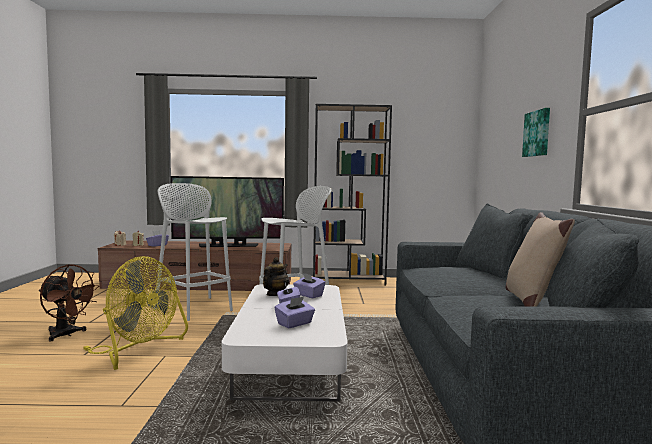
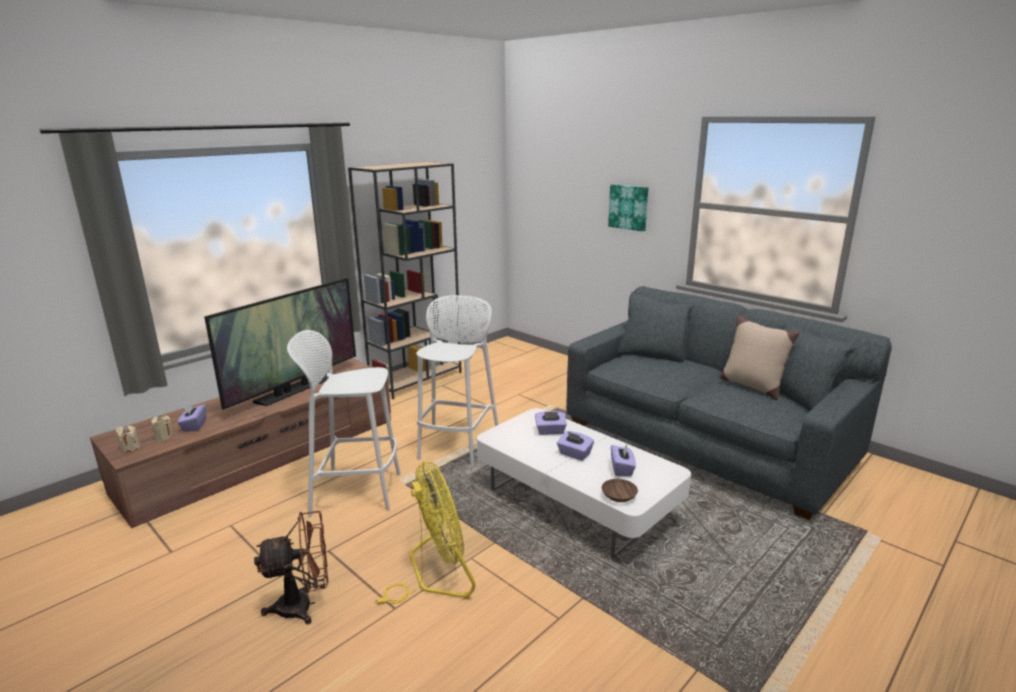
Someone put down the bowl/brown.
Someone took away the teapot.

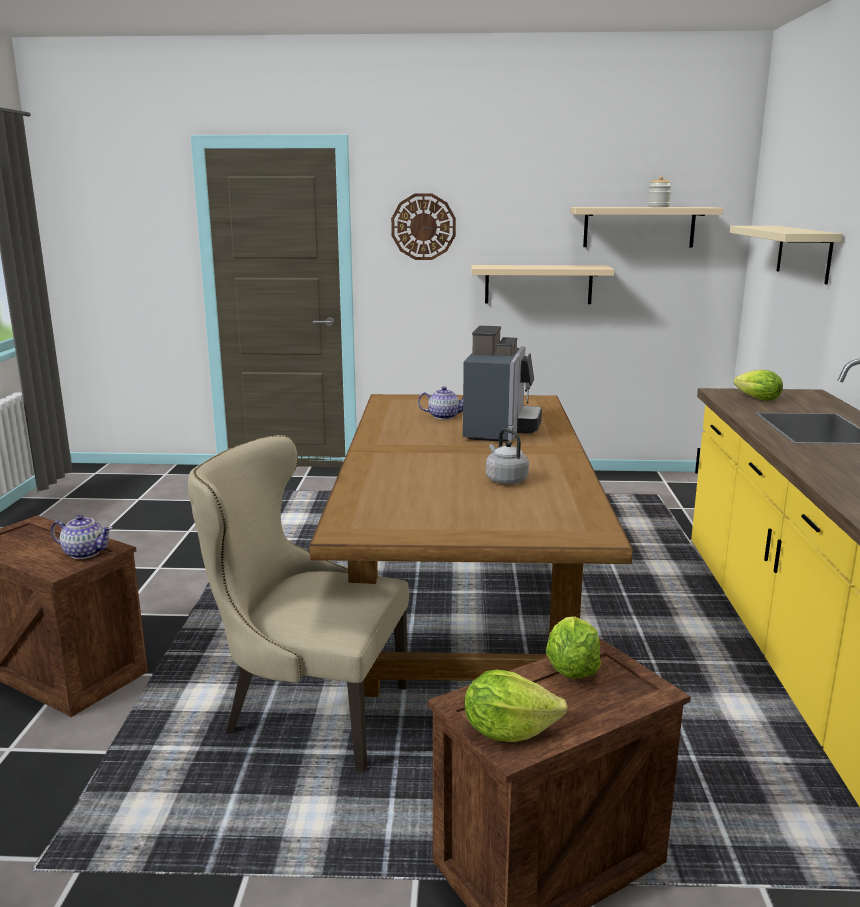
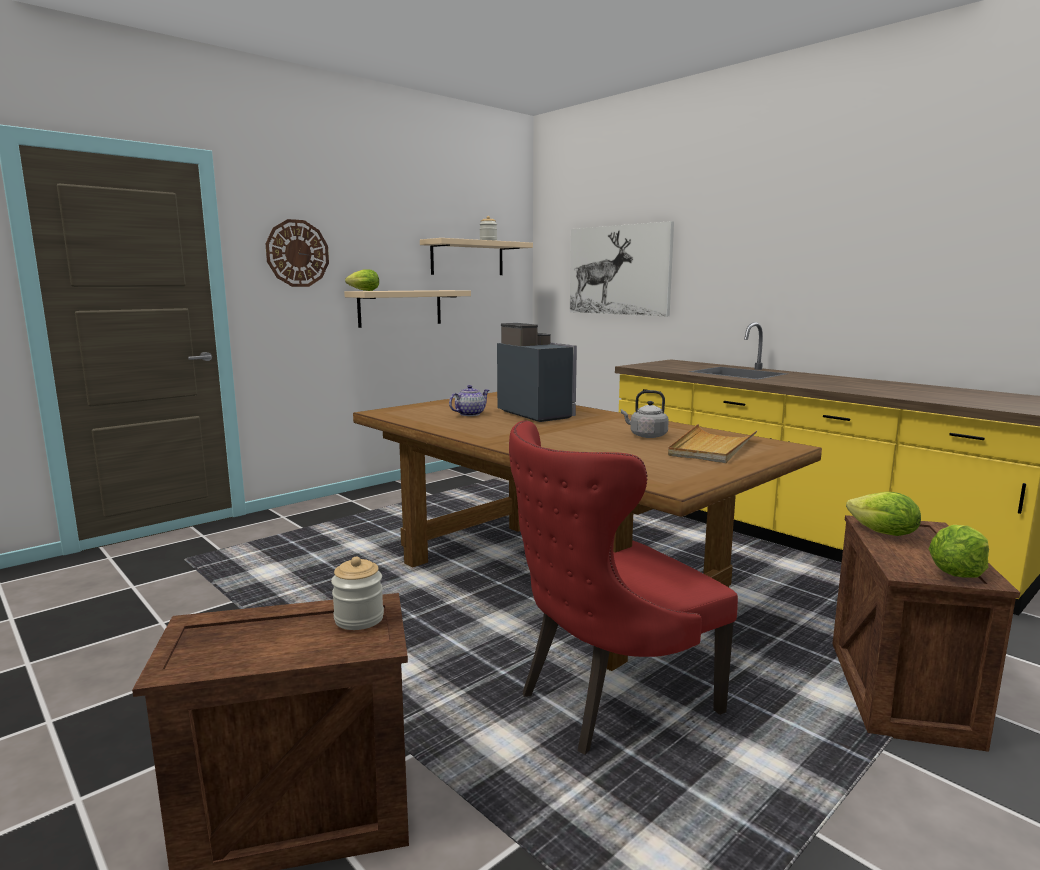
Someone swapped the teapot (no. 1 from left) for the jar (no. 1 from left).
Someone carried the lettuce (no. 3 from left in the first image).
Someone repainted the chair/beige, which became the chair/red.
Someone swapped the shelf/beige (no. 3 from left) for the picture.
Someone put down the tray/beige.

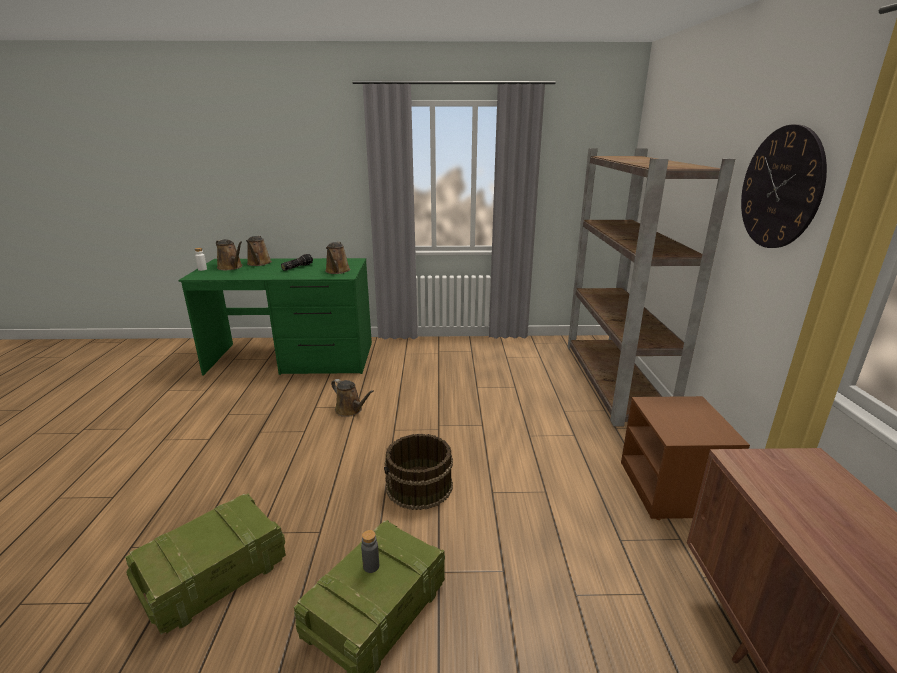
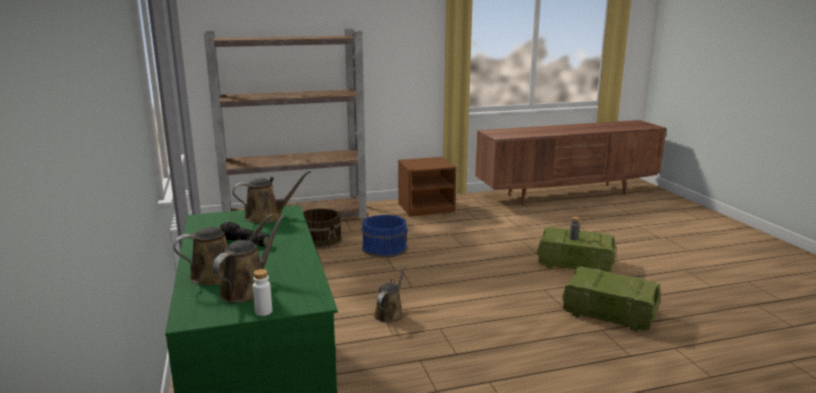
Someone carried the bucket/brown.
Someone put down the bucket/blue.
Someone took away the wall clock.

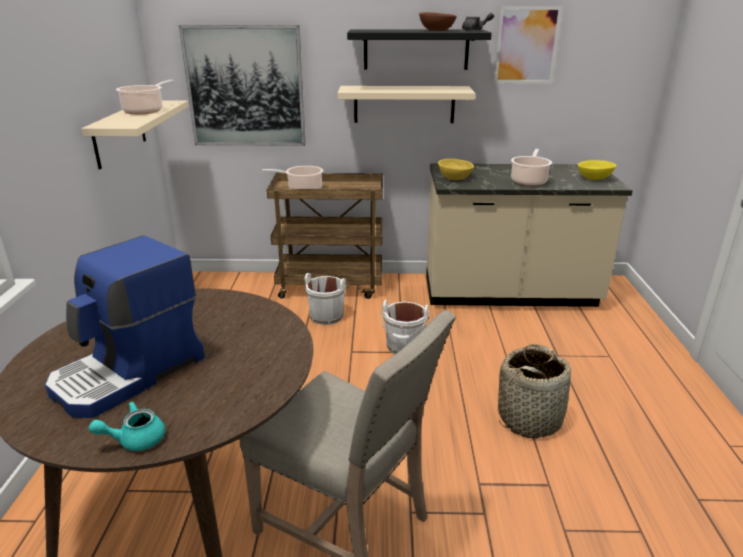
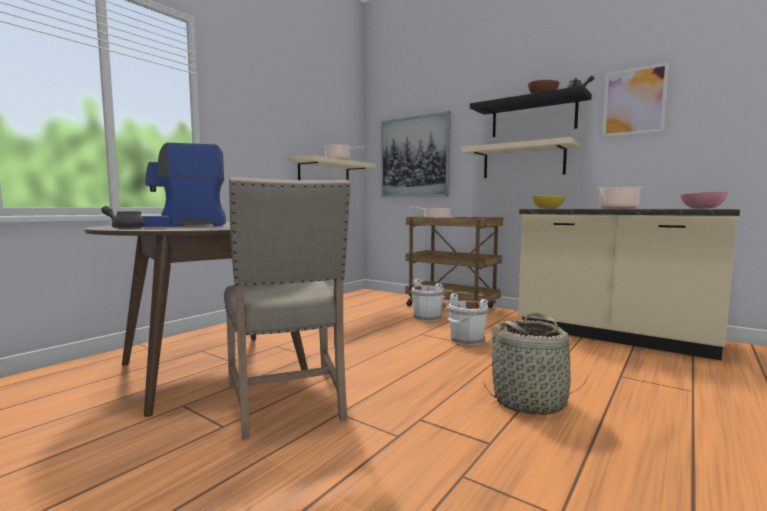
Someone repainted the teapot/turquoise, which became the teapot/grey (no. 1 from left).
Someone repainted the bowl/yellow (no. 2 from left), which became the bowl/pink.

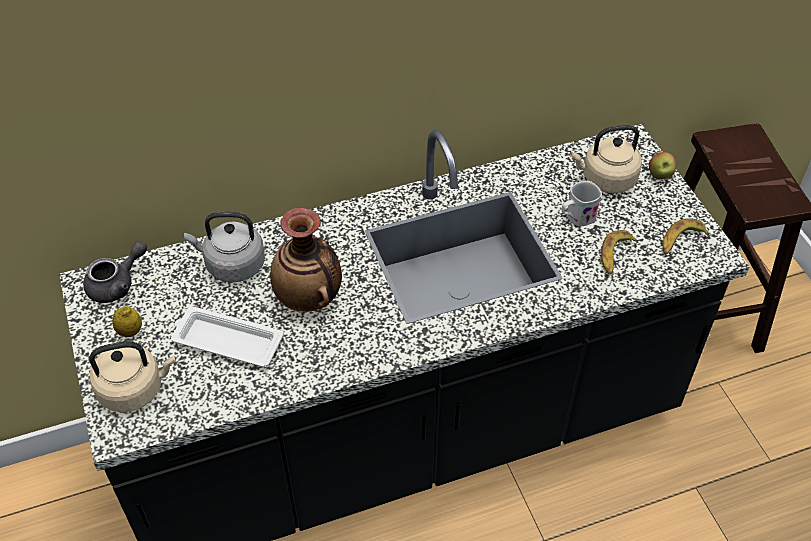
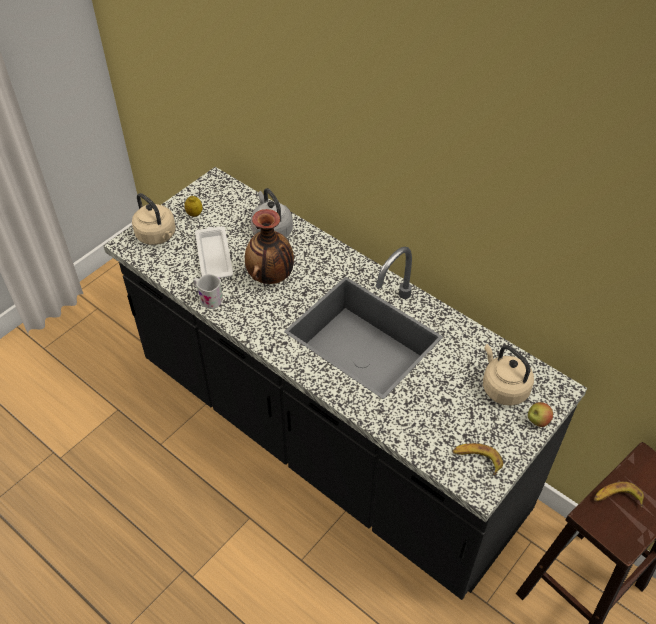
Someone carried the mug/white.
Someone carried the banana (no. 1 from left in the first image).
Someone took away the teapot/grey.

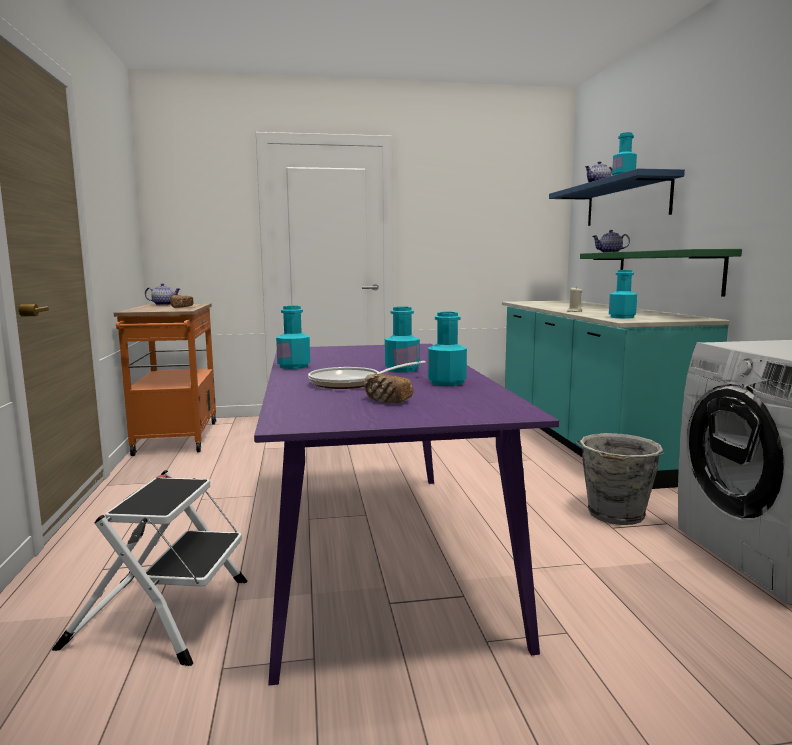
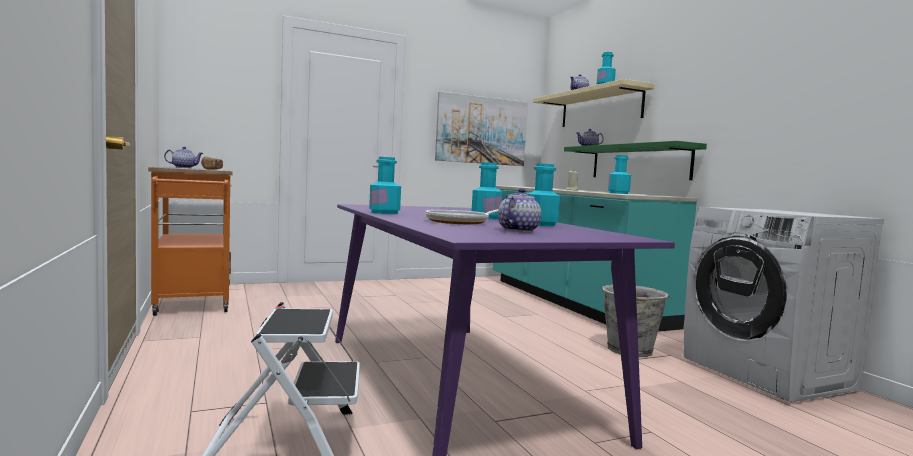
Someone put up the picture.
Someone swapped the bread (no. 2 from left) for the teapot (no. 2 from left).
Someone repainted the shelf/blue, which became the shelf/beige.

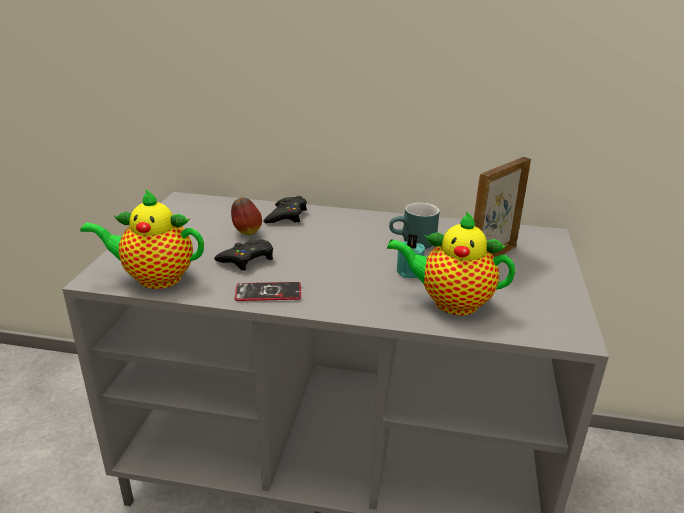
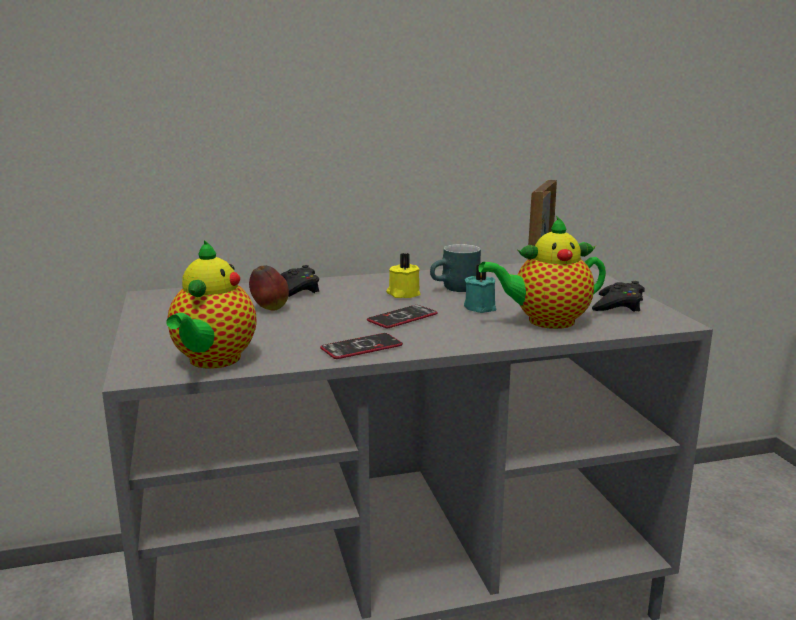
Someone rotated the teapot (no. 1 from left) by 60 degrees counterclockwise.
Someone put down the phone (no. 2 from left).
Someone put down the candle/yellow.
Someone carried the game controller/black (no. 1 from left in the first image).

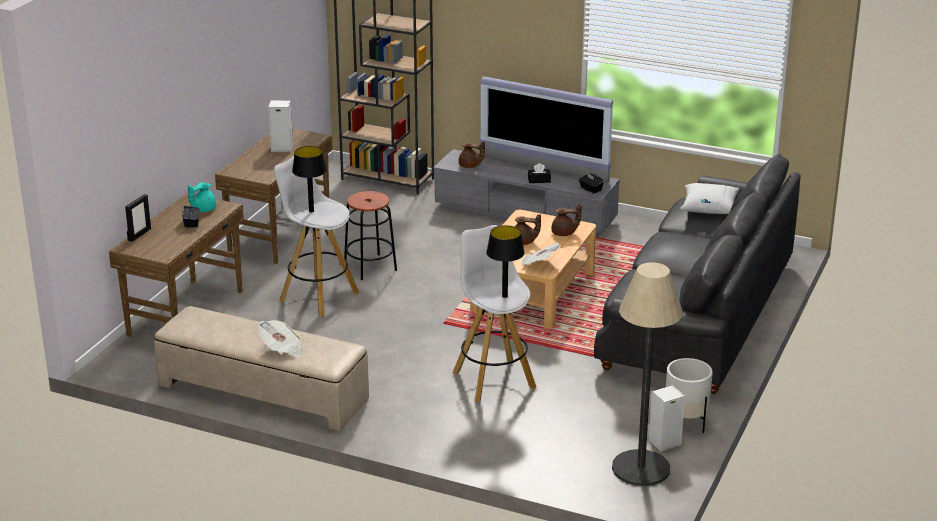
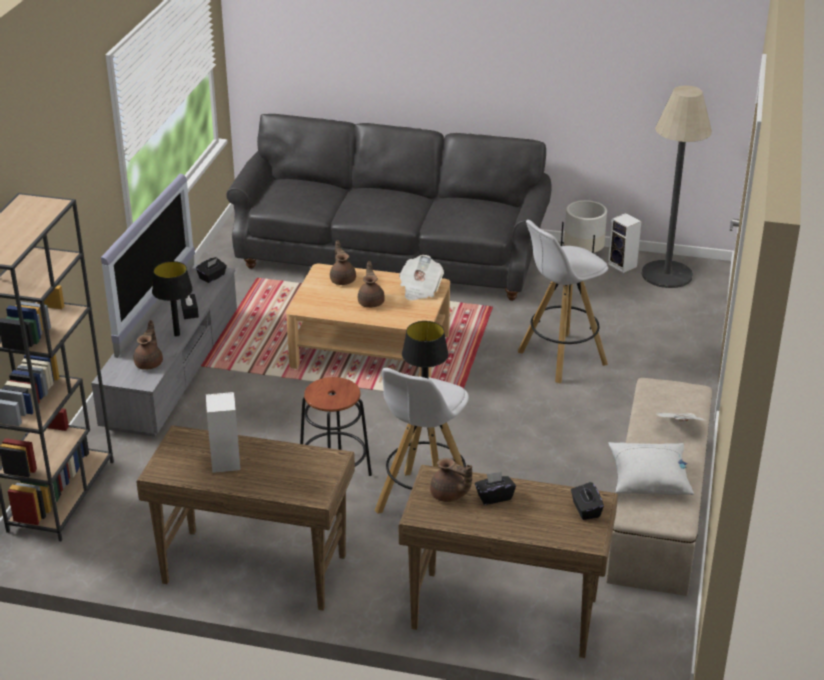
Someone carried the table lamp/black (no. 2 from left in the first image).
Someone repainted the teapot/turquoise, which became the teapot/brown (no. 4 from left).
Someone put down the tissue box/black (no. 4 from left).
Someone carried the pillow/grey.
Someone took away the picture frame.

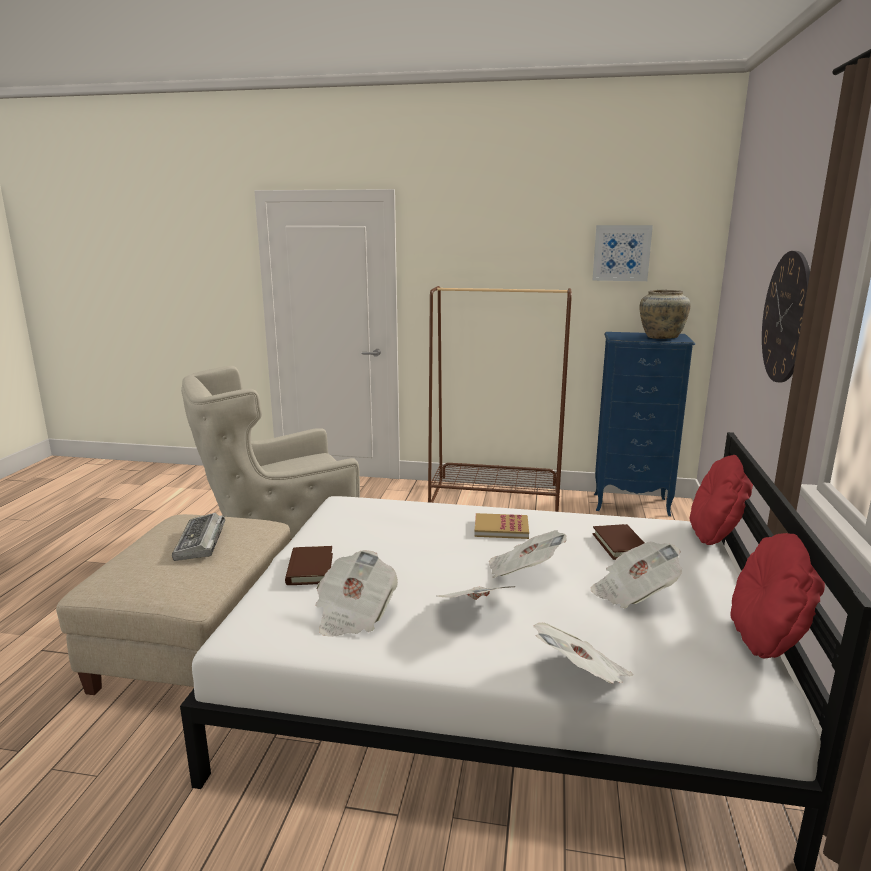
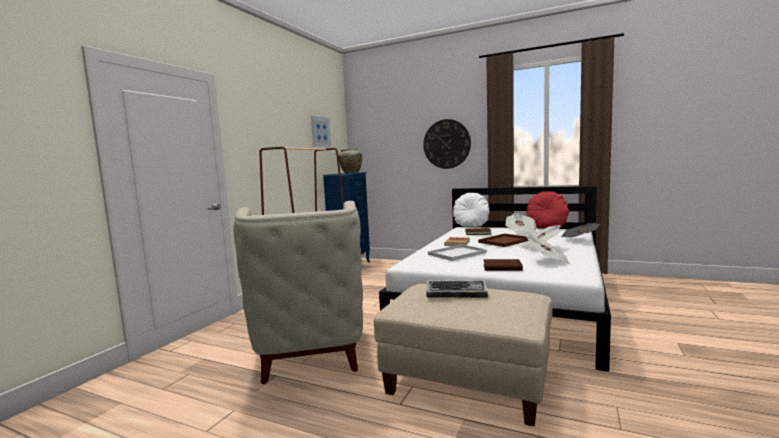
Someone put down the tray/white.
Someone repainted the pillow/red (no. 1 from left), which became the pillow/white.
Someone swapped the newspaper (no. 3 from left) for the tray/brown.

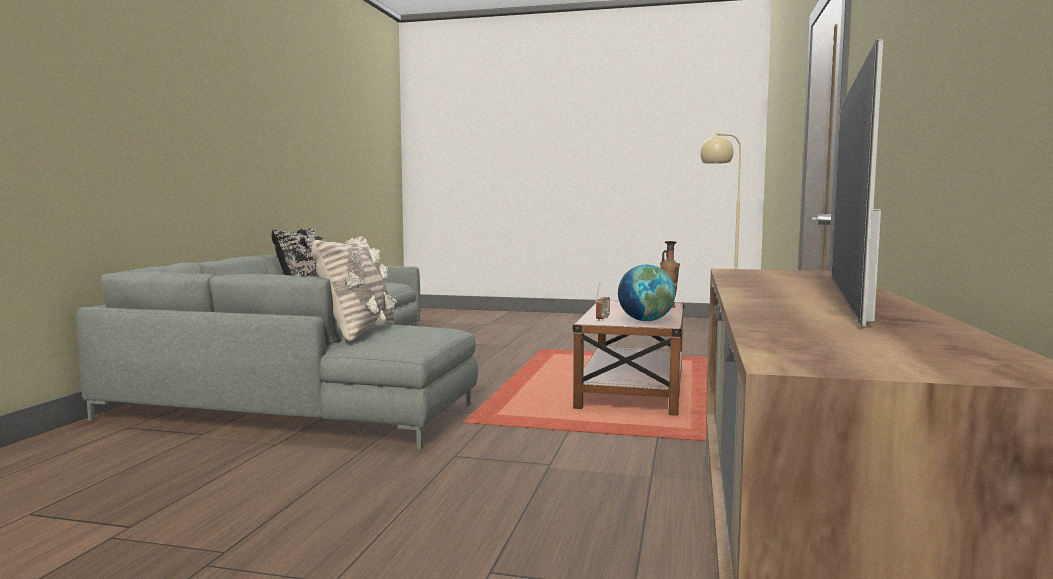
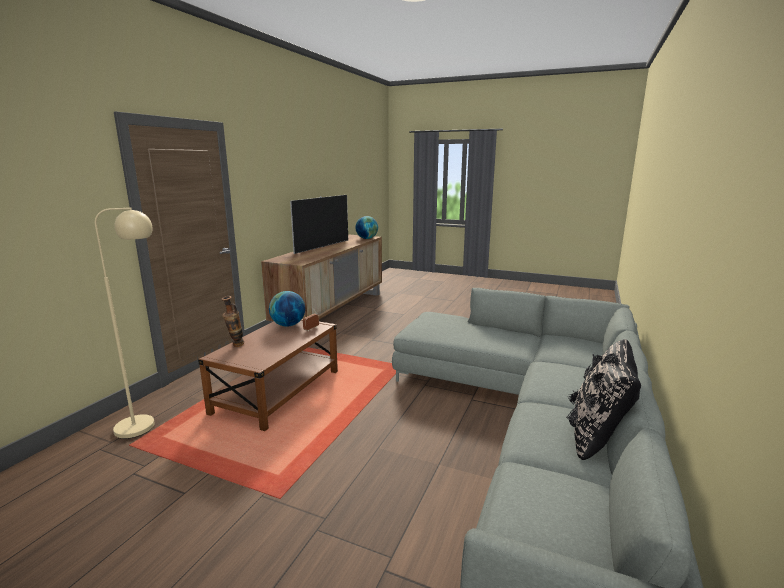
Someone put down the globe (no. 2 from left).
Someone took away the pillow/beige.

